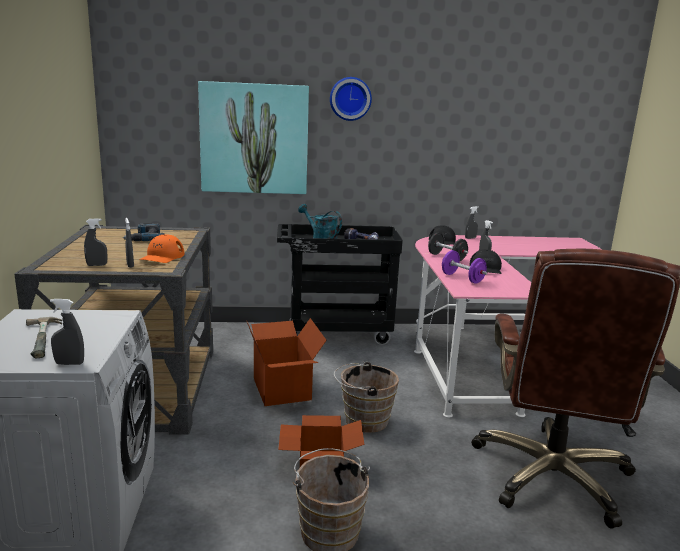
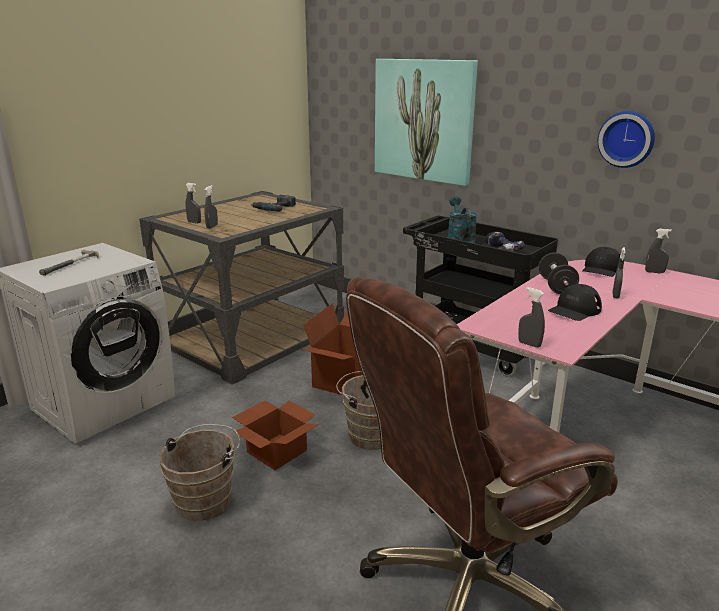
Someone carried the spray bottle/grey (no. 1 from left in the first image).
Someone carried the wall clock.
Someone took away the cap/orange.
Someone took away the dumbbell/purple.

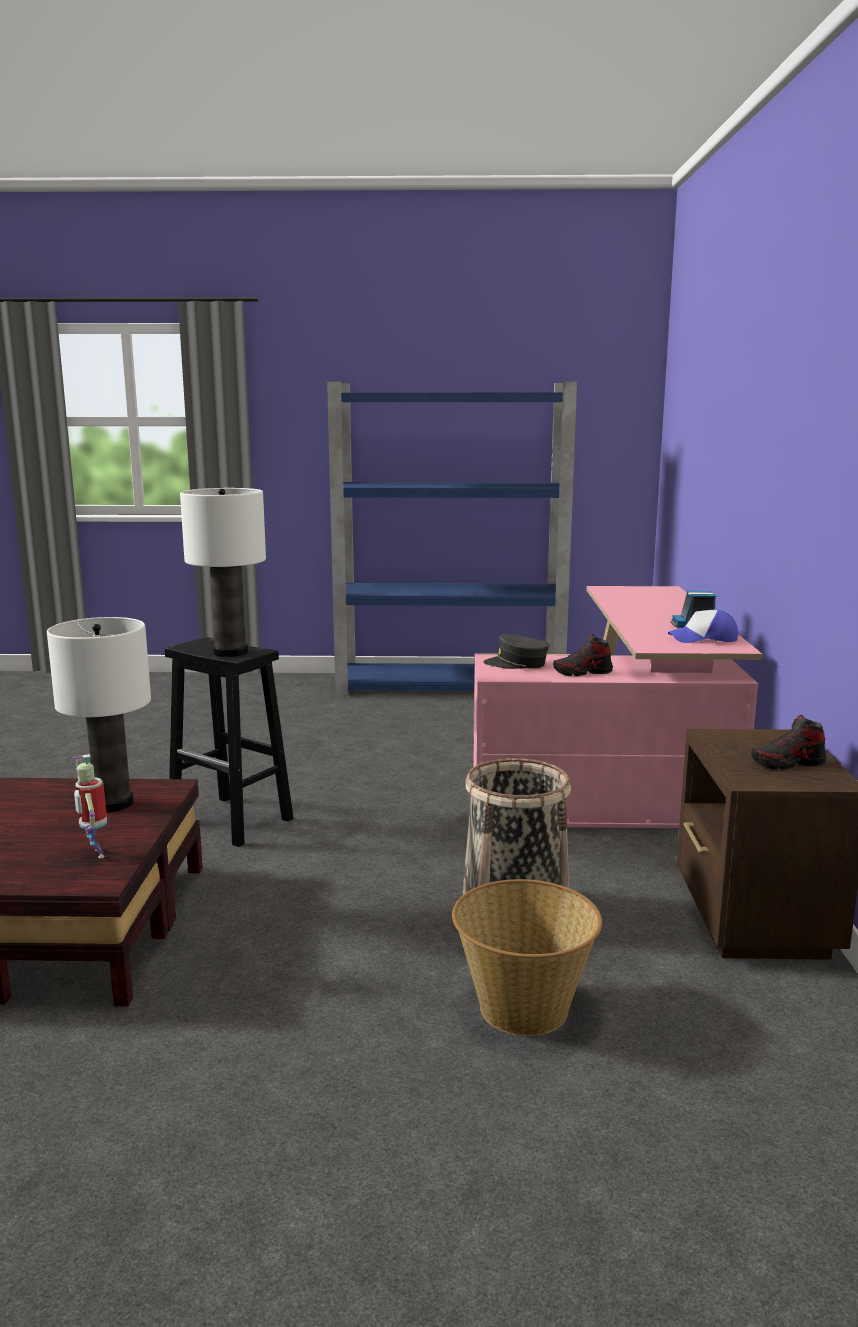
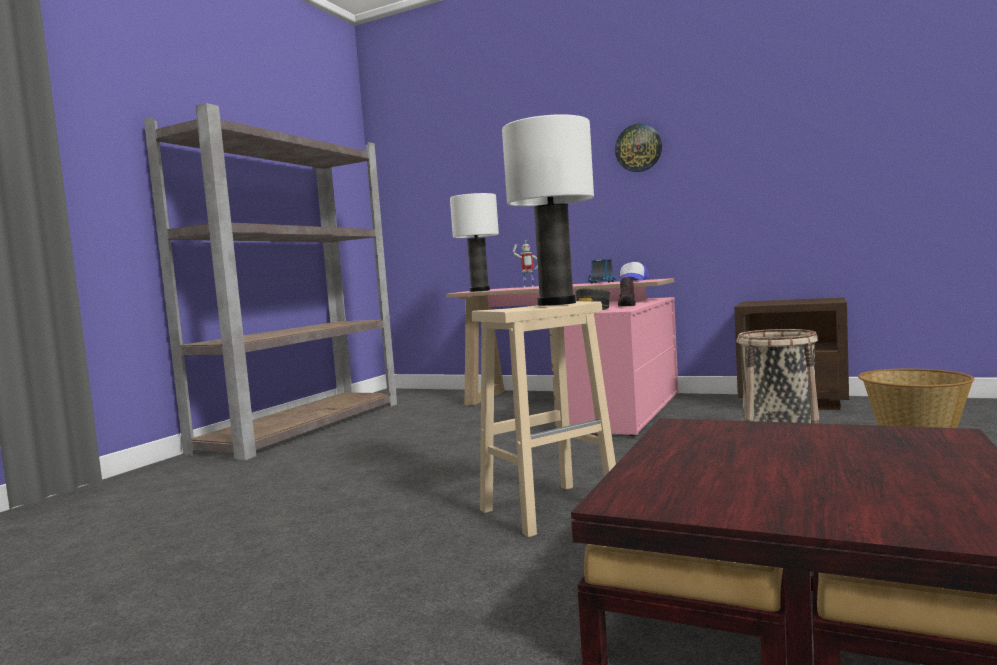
Someone repainted the bookcase/blue, which became the bookcase/brown.
Someone carried the table lamp/white (no. 1 from left).
Someone repainted the stool/black, which became the stool/beige.
Someone carried the toy robot.
Someone put up the wall clock.
Someone took away the shoe (no. 2 from left).

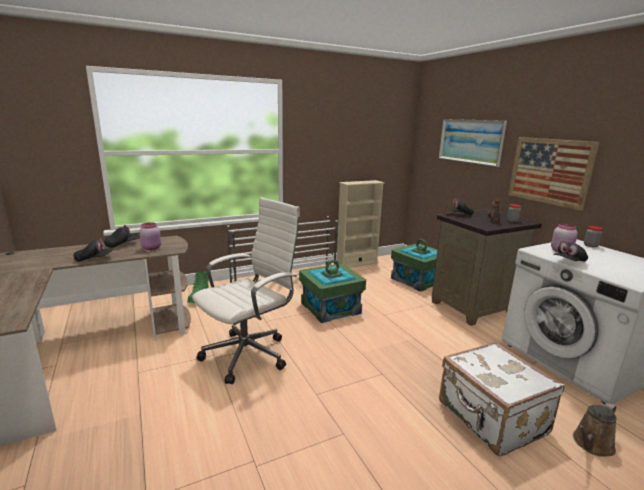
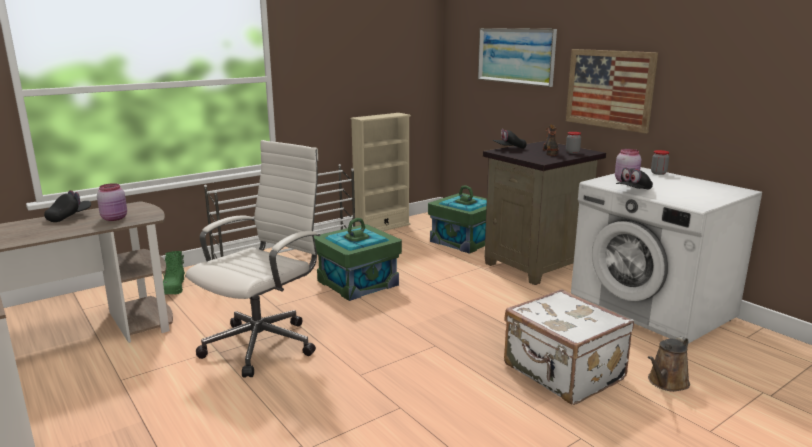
Someone took away the cap/black (no. 1 from left).

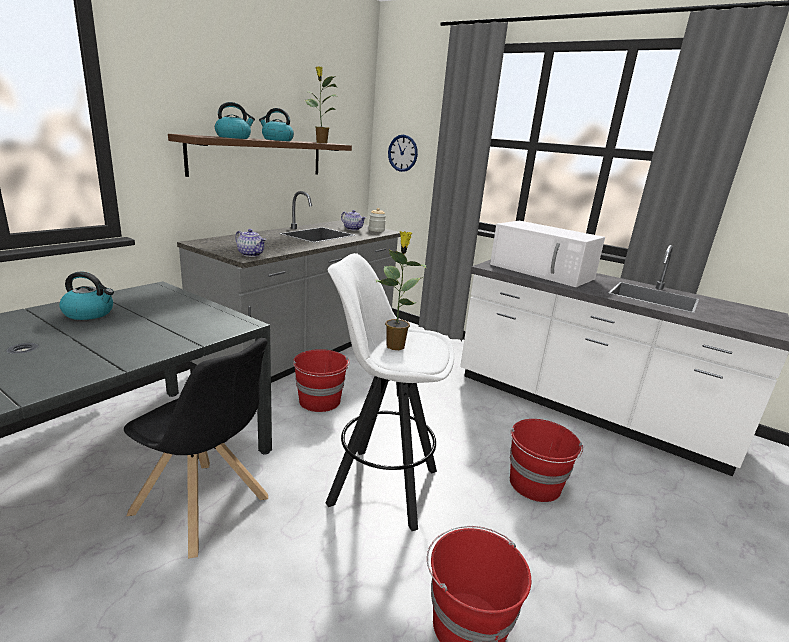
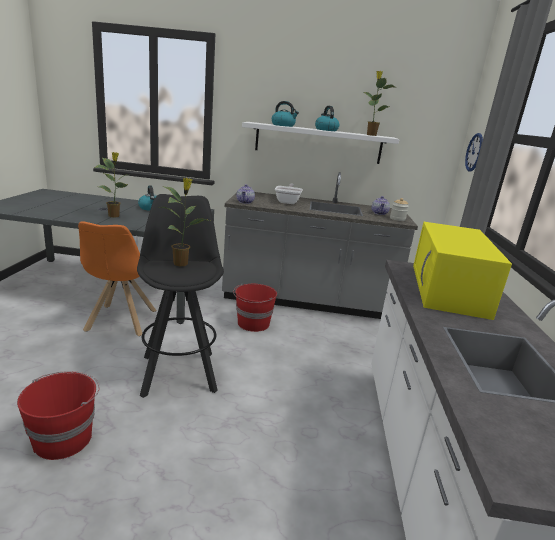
Someone repainted the chair/black, which became the chair/orange.
Someone put down the potted plant (no. 1 from left).
Someone repainted the stool/white, which became the stool/black.
Someone repainted the shelf/brown, which became the shelf/white.
Someone put down the frying pan.
Someone repainted the microwave/white, which became the microwave/yellow.
Someone took away the bucket/red (no. 3 from left).

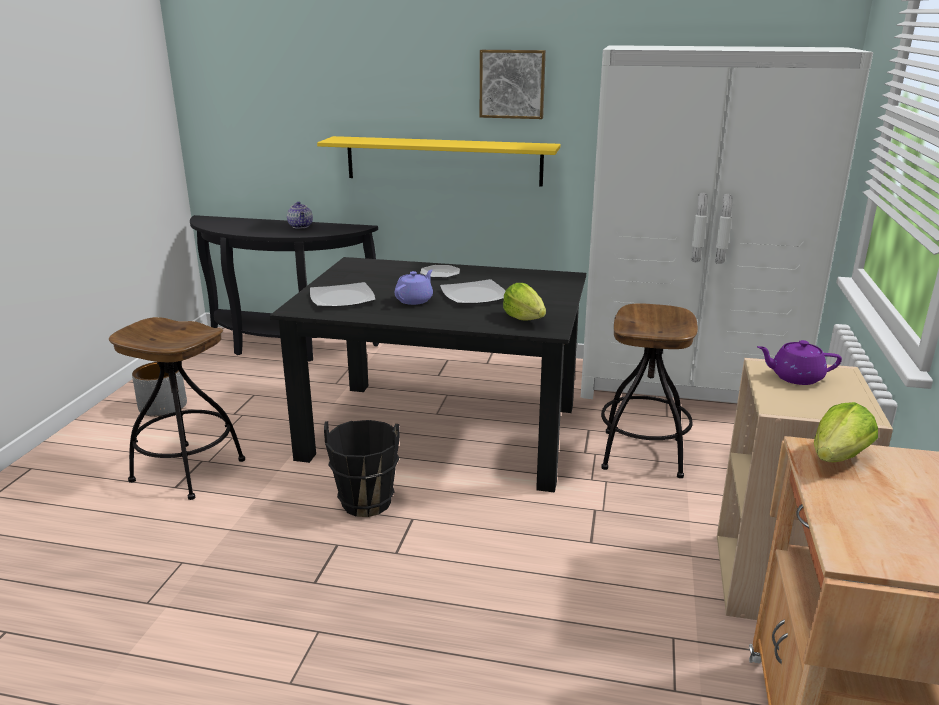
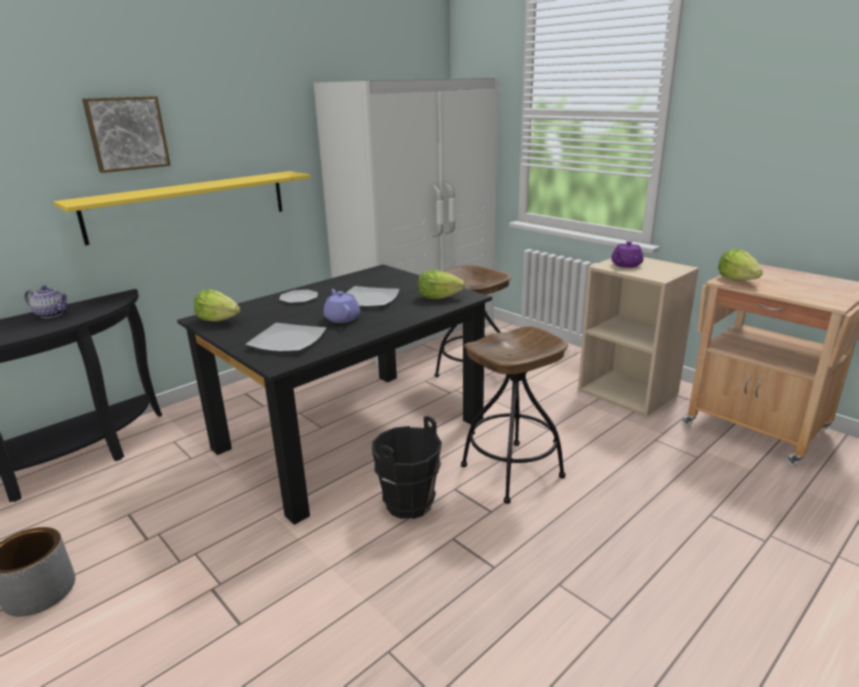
Someone carried the picture.
Someone put down the lettuce (no. 1 from left).
Someone carried the stool/brown (no. 1 from left in the first image).

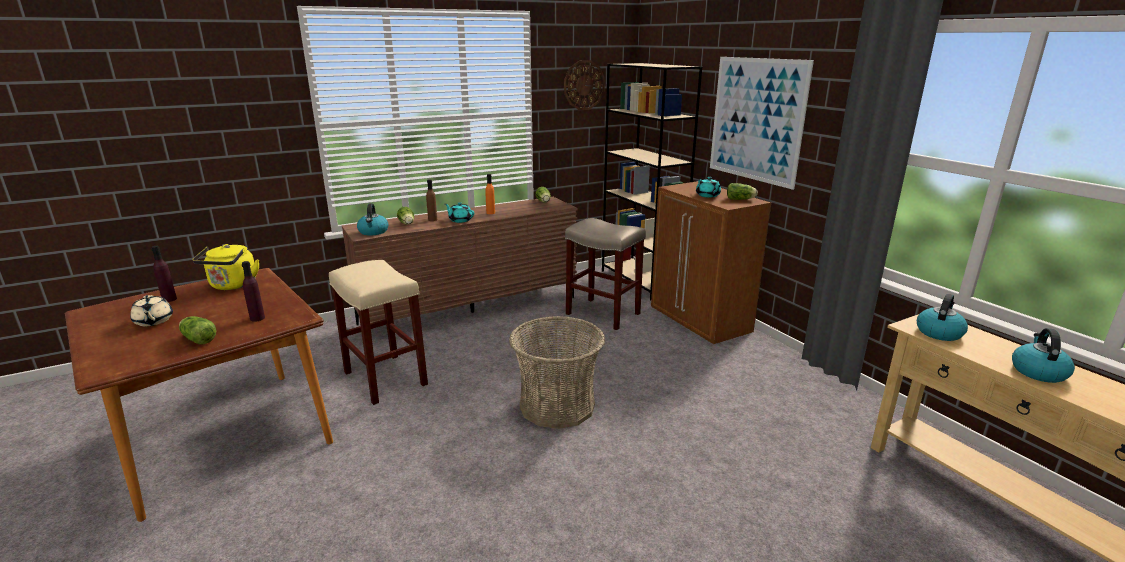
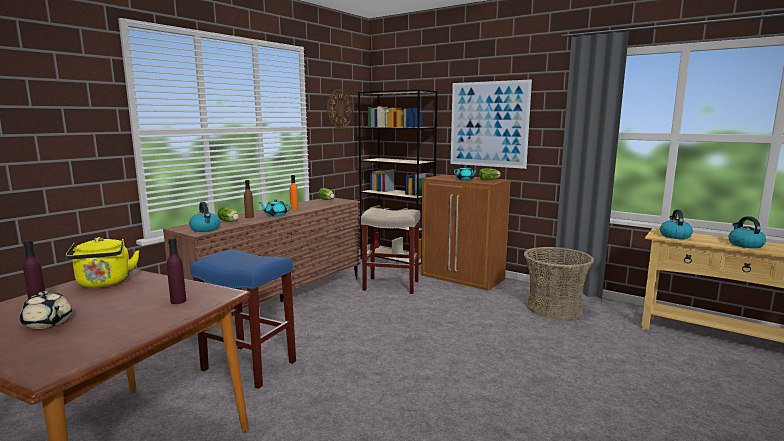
Someone repainted the stool/beige (no. 1 from left), which became the stool/blue.
Someone carried the basket.
Someone took away the lettuce (no. 1 from left).

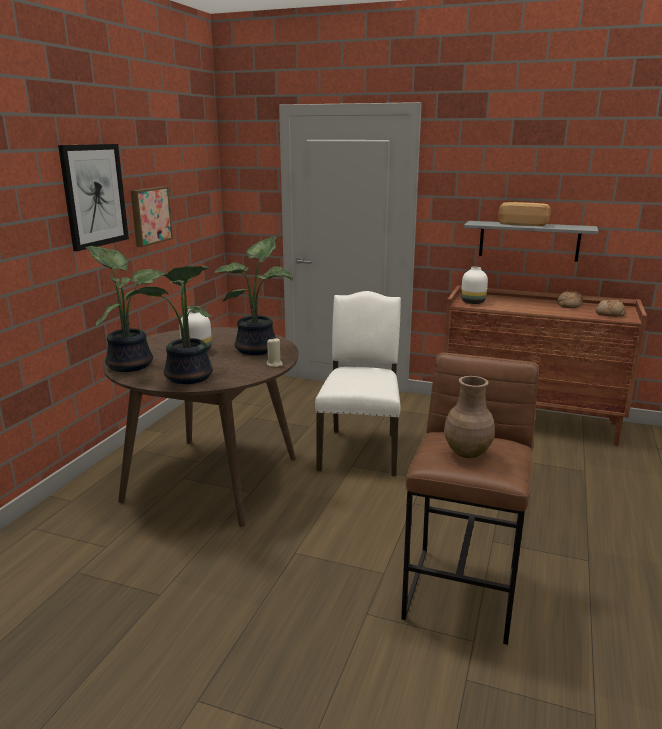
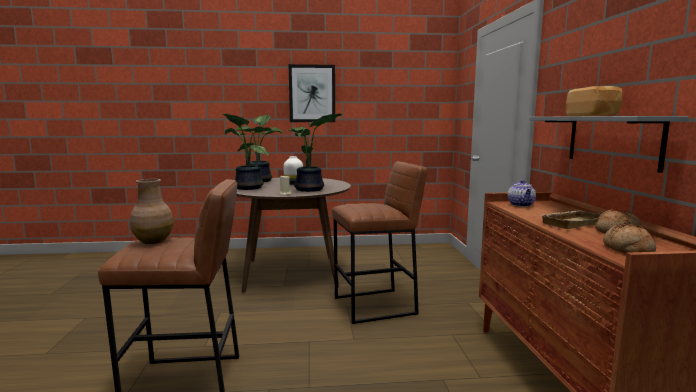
Someone swapped the chair/white for the stool/brown (no. 2 from left).
Someone swapped the vase/white (no. 2 from left) for the teapot.
Someone put down the tray/beige.
Someone took away the picture (no. 2 from left).

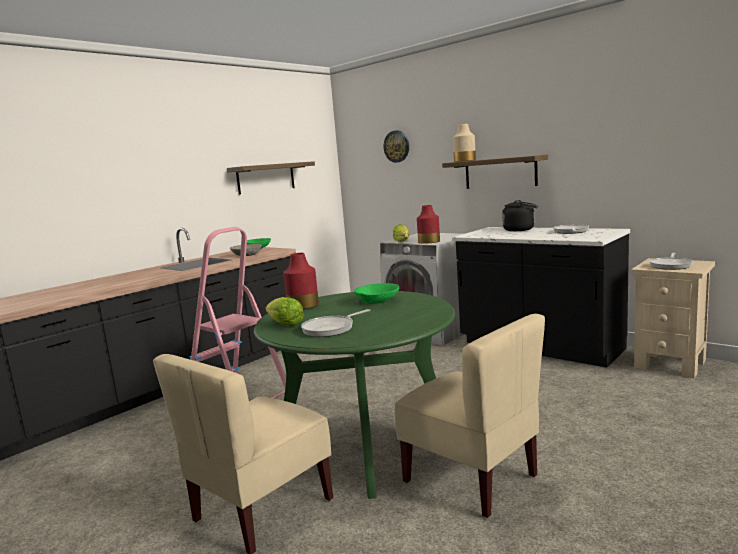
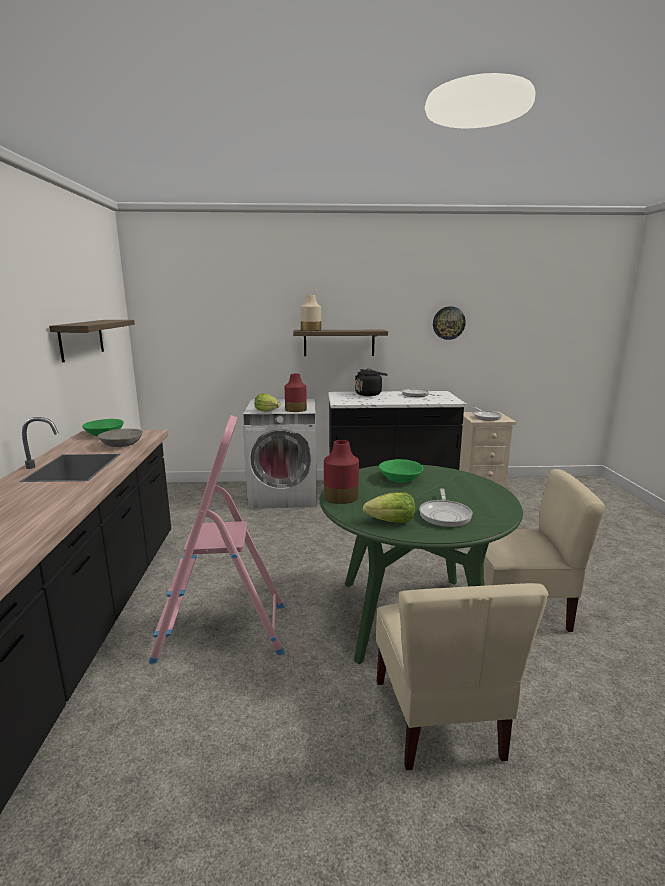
Someone carried the wall clock.

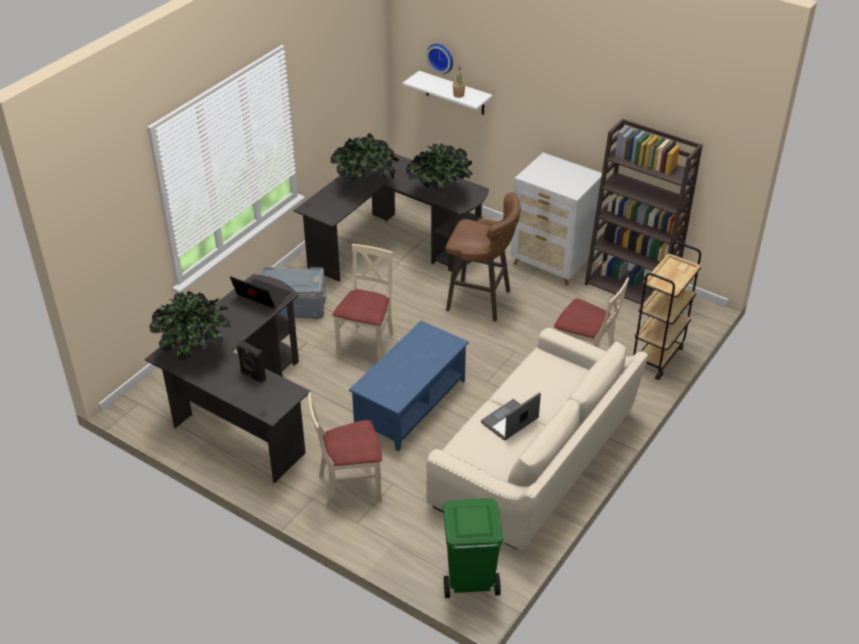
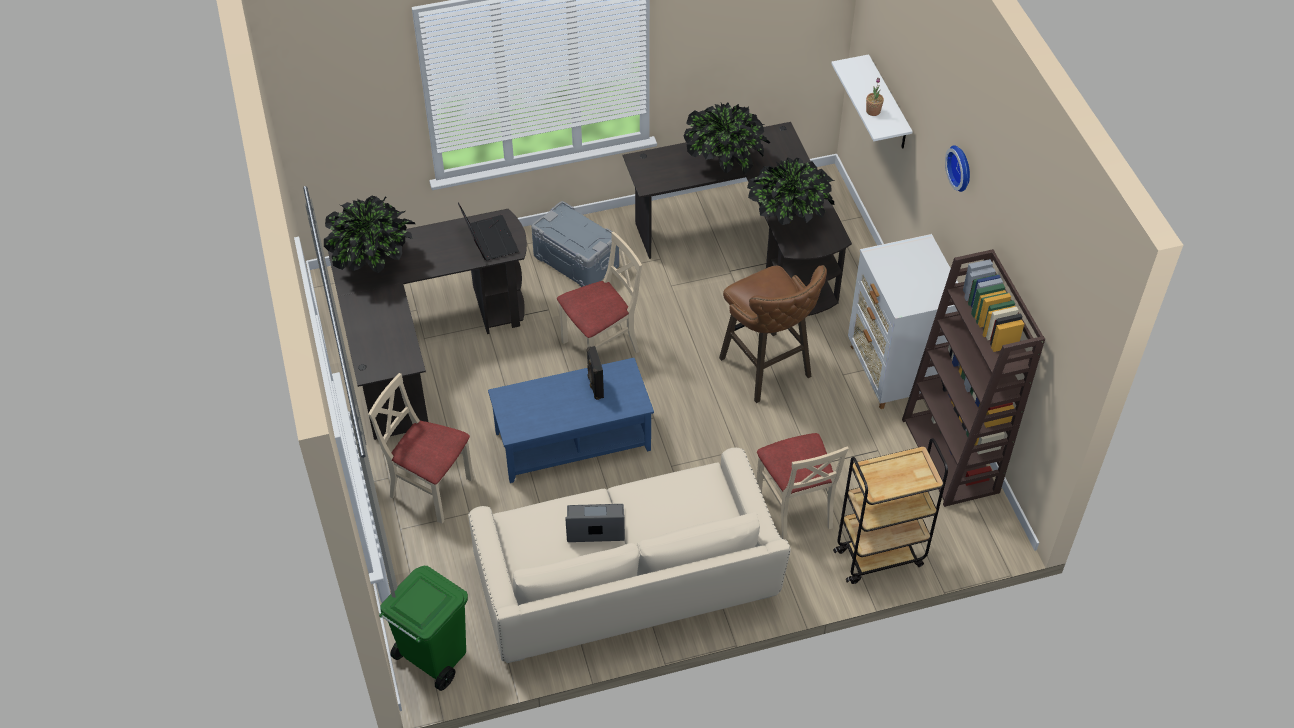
Someone carried the speaker/black.
Someone carried the wall clock.

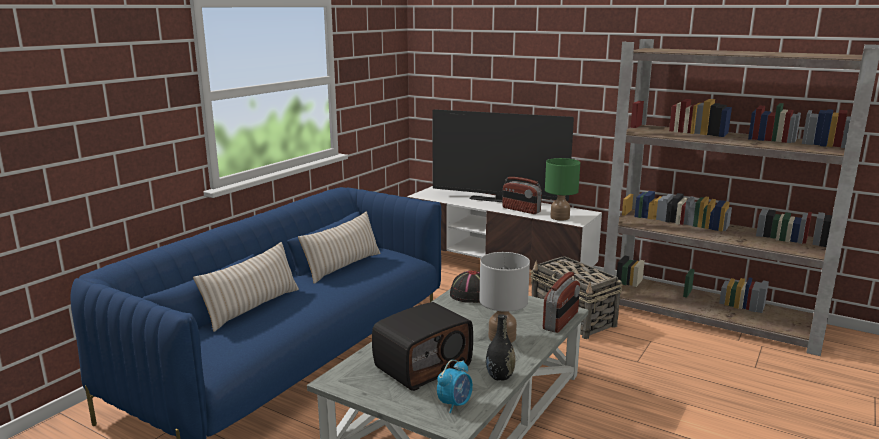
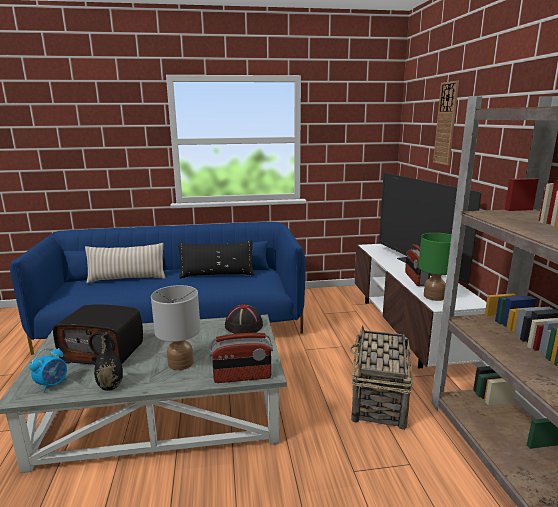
Someone rotated the alarm clock by 60 degrees counterclockwise.
Someone repainted the pillow/beige (no. 2 from left), which became the pillow/black.
Someone put up the wall clock.

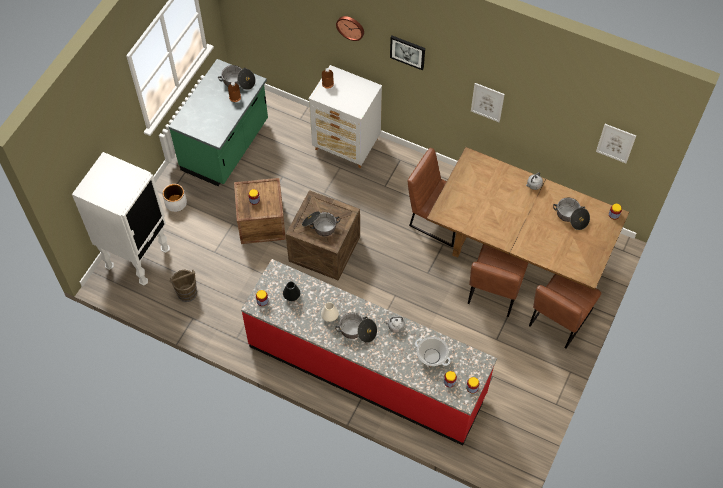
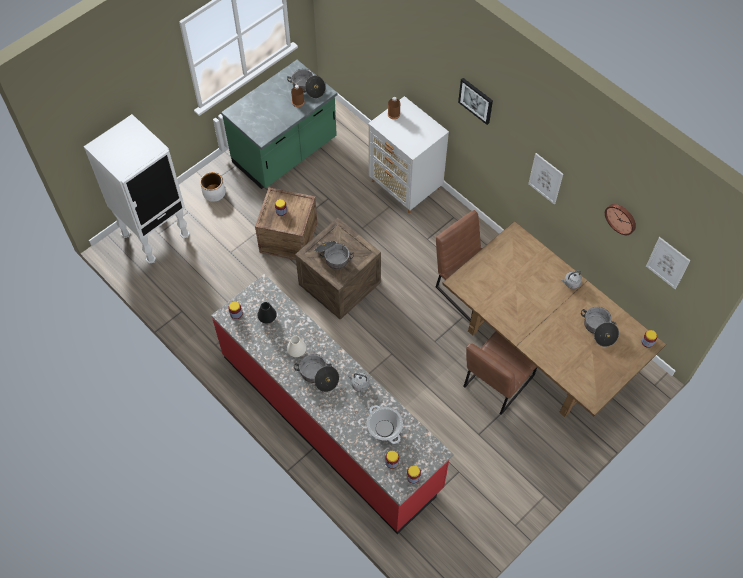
Someone carried the wall clock.
Someone took away the bucket/brown.
Someone took away the chair/brown (no. 3 from left).

